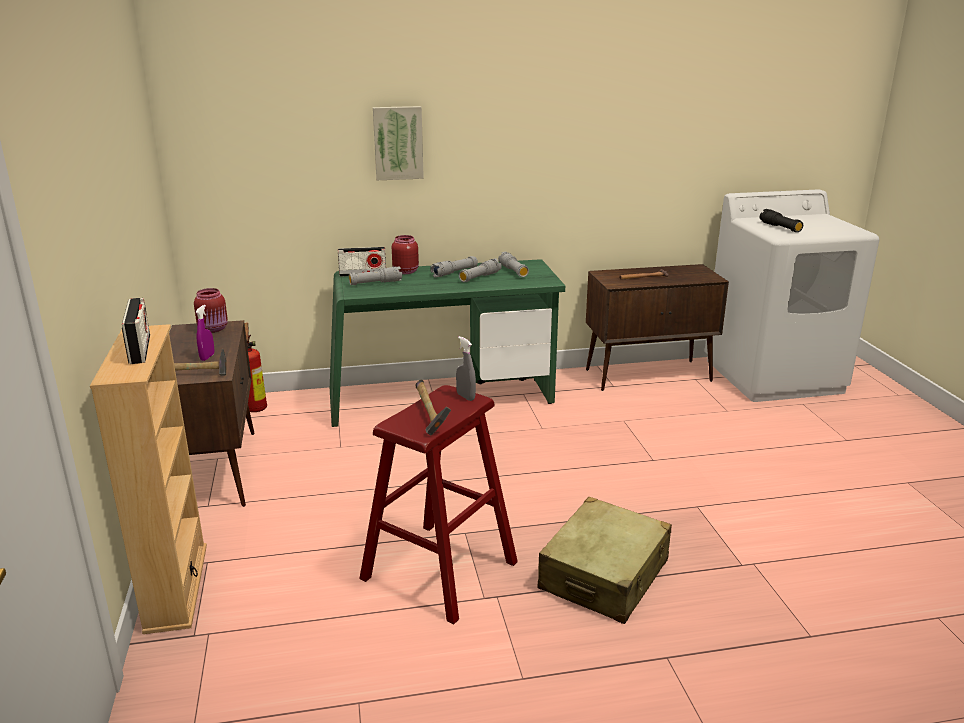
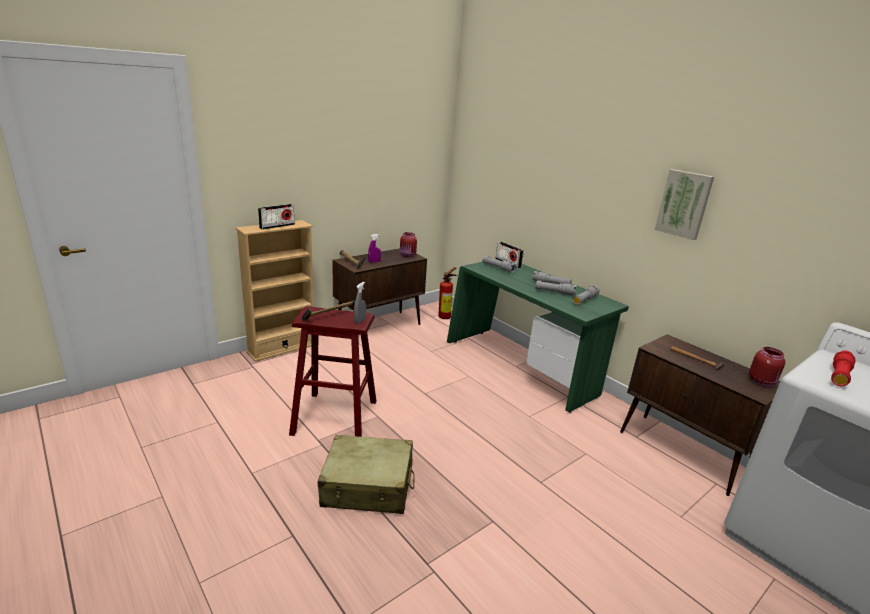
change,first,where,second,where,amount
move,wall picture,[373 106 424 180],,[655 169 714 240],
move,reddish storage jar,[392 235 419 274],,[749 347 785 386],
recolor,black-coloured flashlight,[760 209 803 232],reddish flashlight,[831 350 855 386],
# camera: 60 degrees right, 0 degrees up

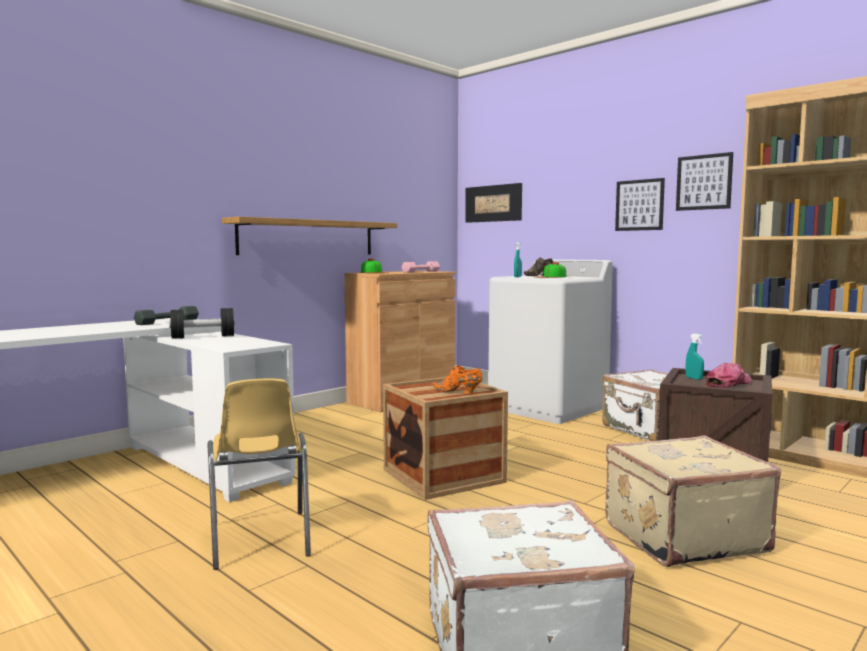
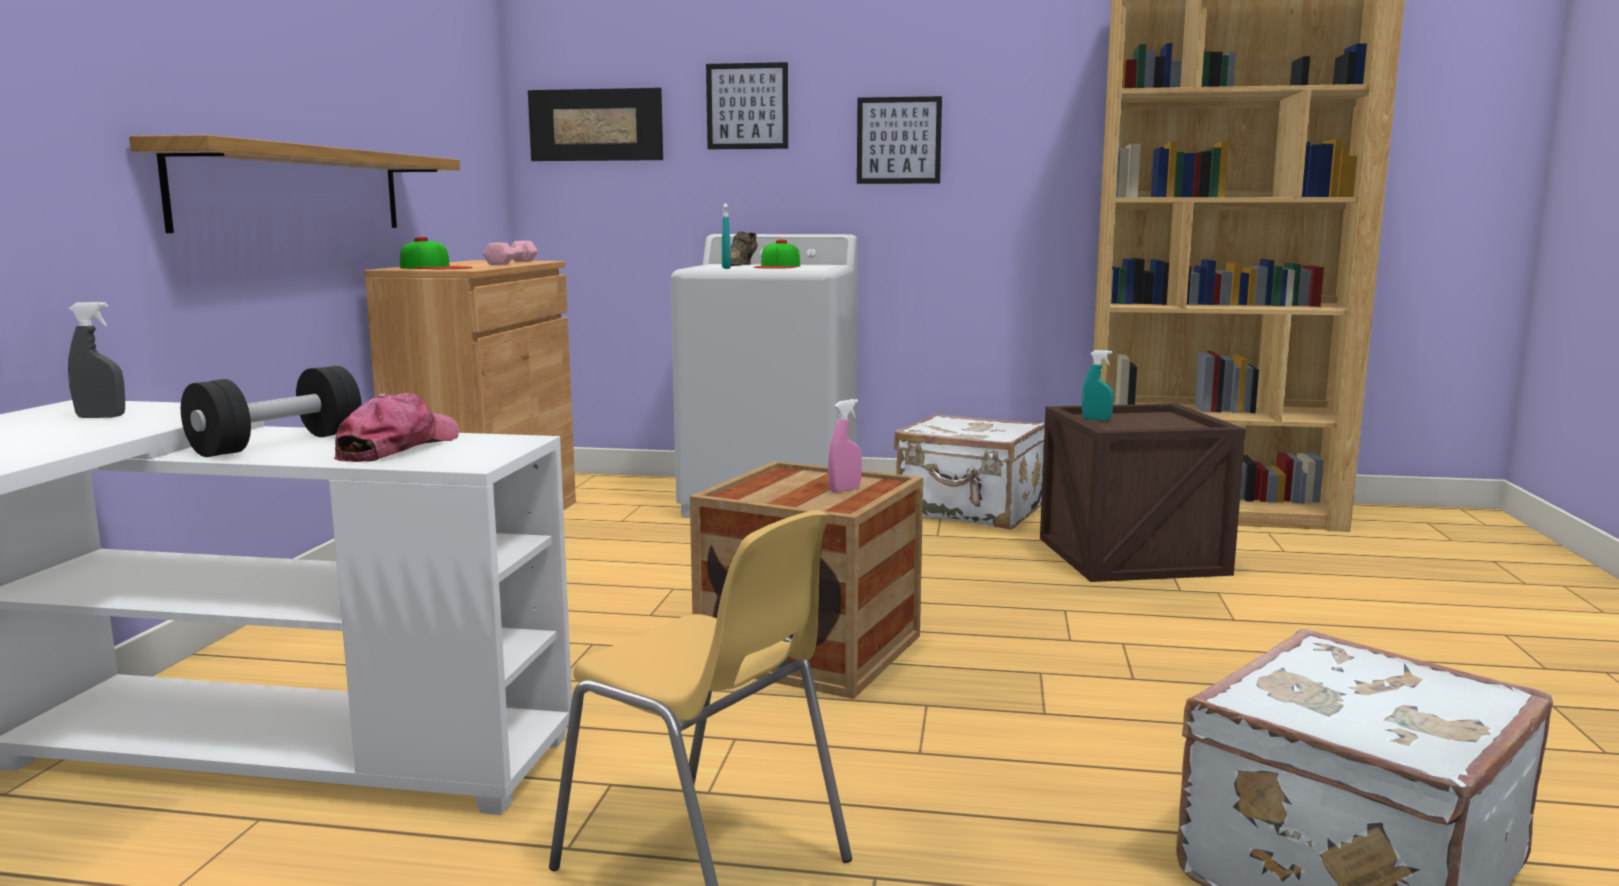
change,first,where,second,where,amount
replace,gray dumbbell,[134 306 199 325],gray sprayer,[68 302 125 418],
replace,orange item of footwear,[431 365 482 394],pink sprayer,[828 399 862 493],
delete,sand-coloured travel case,[605 435 781 567],,,
move,wall picture,[676 152 733 211],,[706 62 788 149],
move,peaked cap,[706 363 752 388],,[334 393 459 462],
# camera: 35 degrees left, 5 degrees up

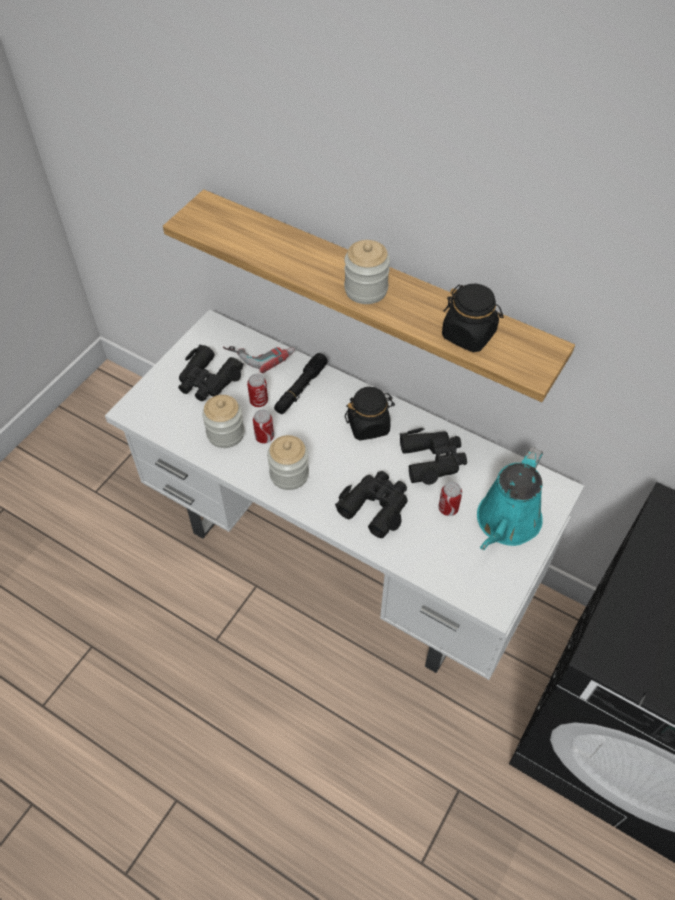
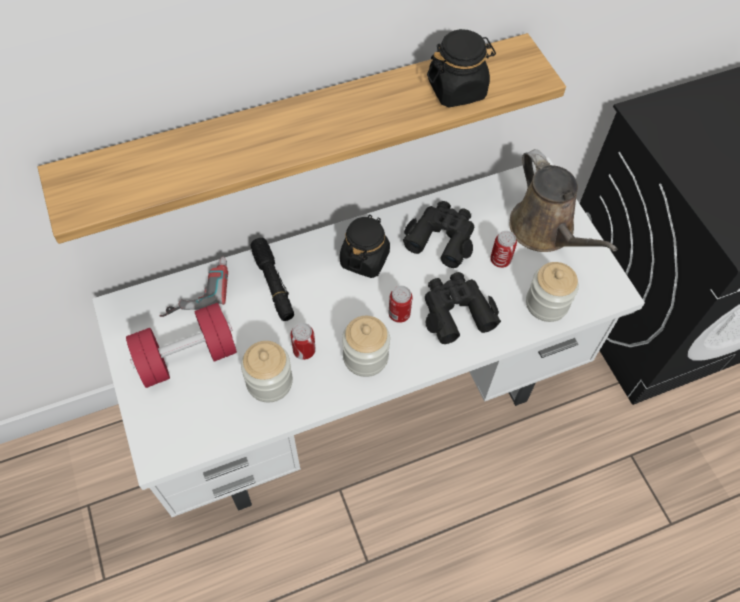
change,first,where,second,where,amount
replace,black-coloured binoculars,[178 345 244 401],reddish dumbbell,[126 303 237 388],
move,sealed can,[247 374 268 407],,[388 286 413 323],
move,storage jar,[344 240 390 304],,[526 262 579 322],
recolor,turquoise sprinkling can,[477 447 543 550],brown-coloured sprinkling can,[509 149 617 252],
# camera: 55 degrees left, 5 degrees up

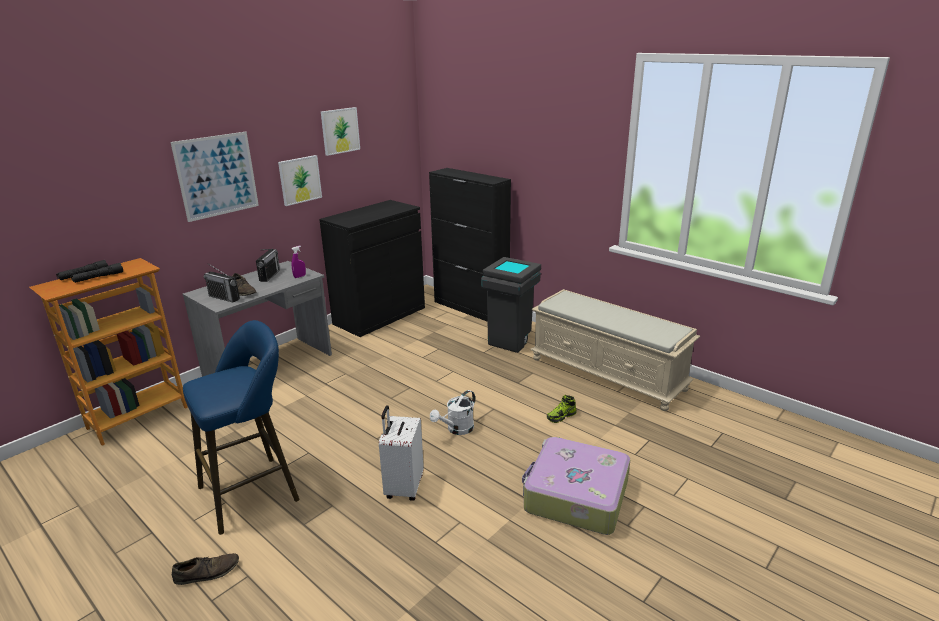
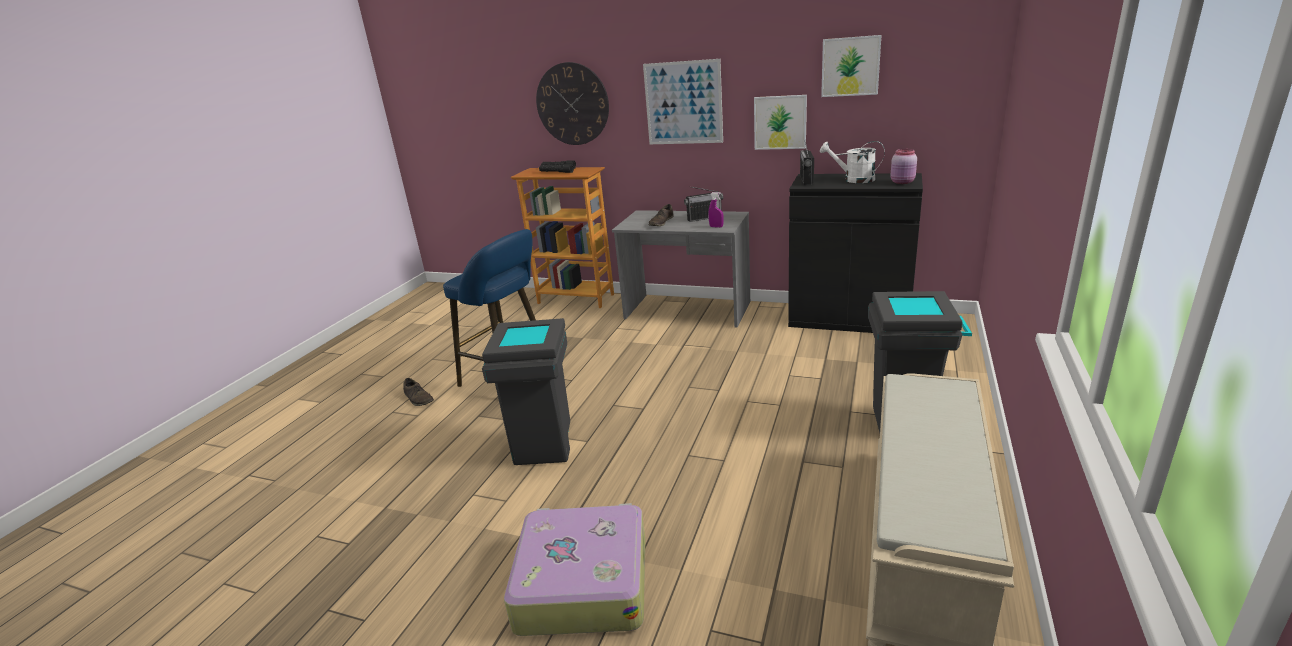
change,first,where,second,where,amount
move,radio set,[204 263 240 303],,[800 141 814 185],
replace,whitish travel case,[379 405 424 501],gray rubbish bin,[482 318 570 465],
delete,black-coloured cupboard,[429 168 511 322],,,
move,whitish sprinkling can,[430 390 475 435],,[820 141 885 183],
delete,item of footwear,[547 395 577 423],,,
insert,,,wall clock,[536 62 609 145],
insert,,,pink storage jar,[890 149 917 184],
# camera: 70 degrees right, 0 degrees up

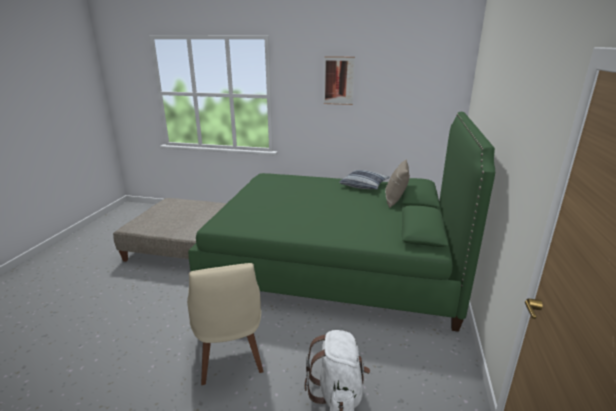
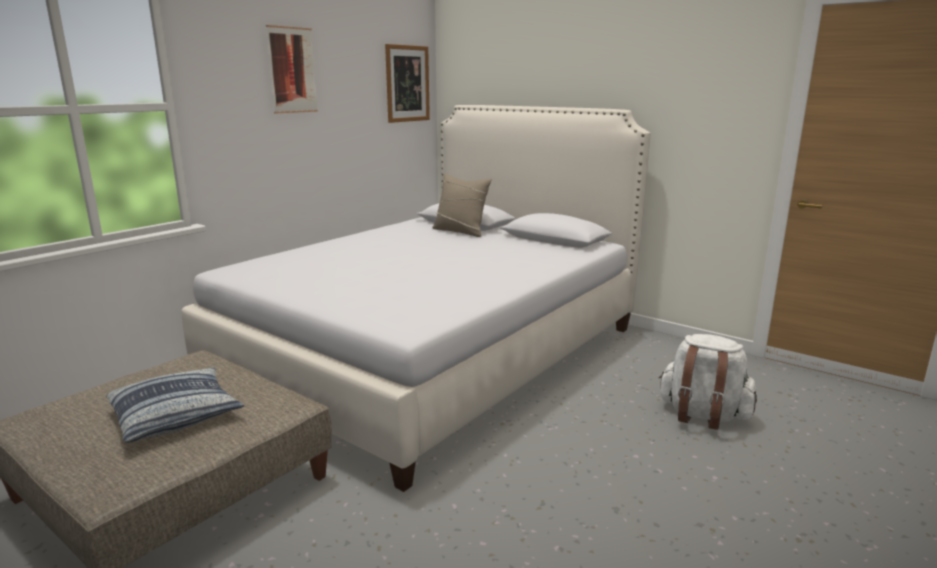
change,first,where,second,where,amount
delete,sand-coloured chair,[187 263 263 385],,,
recolor,green-coloured sleeping bed,[188 112 495 332],whitish sleeping bed,[182 105 650 492],
move,throw pillow,[339 170 390 189],,[106 367 244 443],
insert,,,wall picture,[385 44 430 123],
# camera: 65 degrees left, 5 degrees down

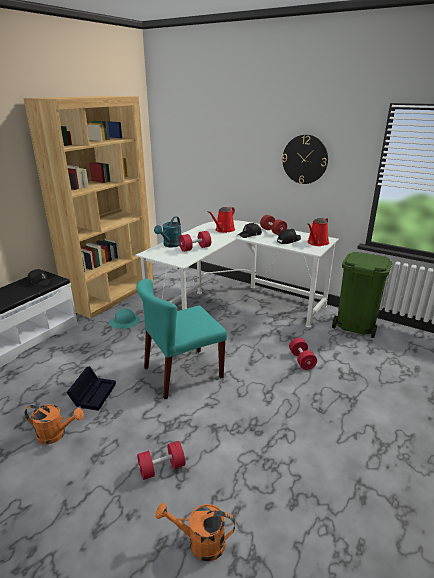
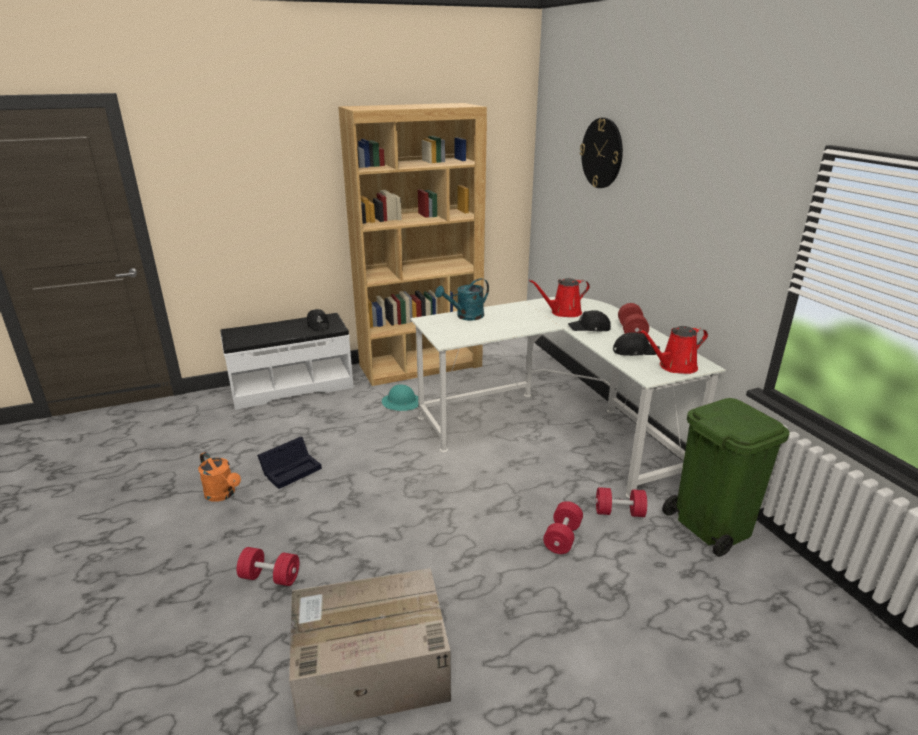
change,first,where,second,where,amount
delete,turquoise chair,[136 279 227 399],,,
delete,orange sprinkling can,[156 502 235 561],,,
move,reddish dumbbell,[179 231 211 252],,[596 487 647 517],
move,wall clock,[282 135 328 184],,[580 118 623 188],
insert,,,packing box,[289 568 451 732],
# camera: 35 degrees right, 0 degrees up

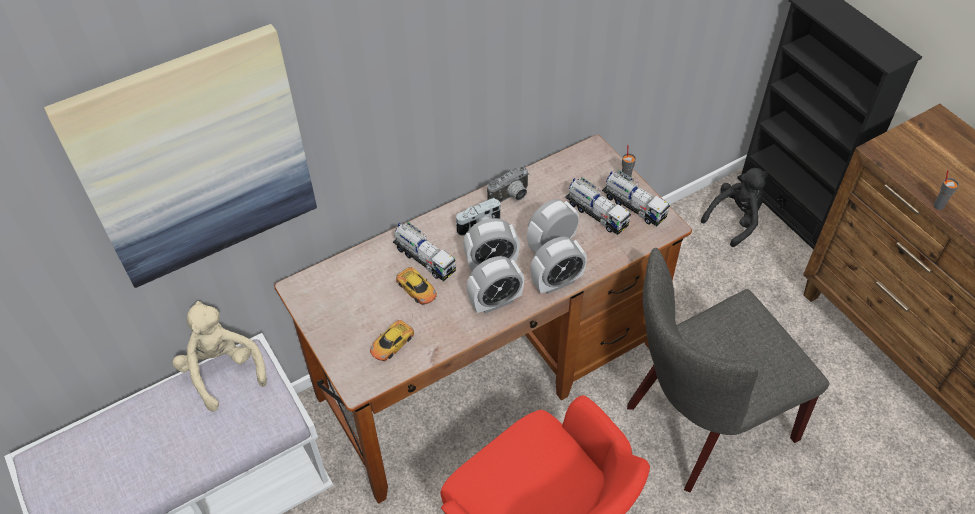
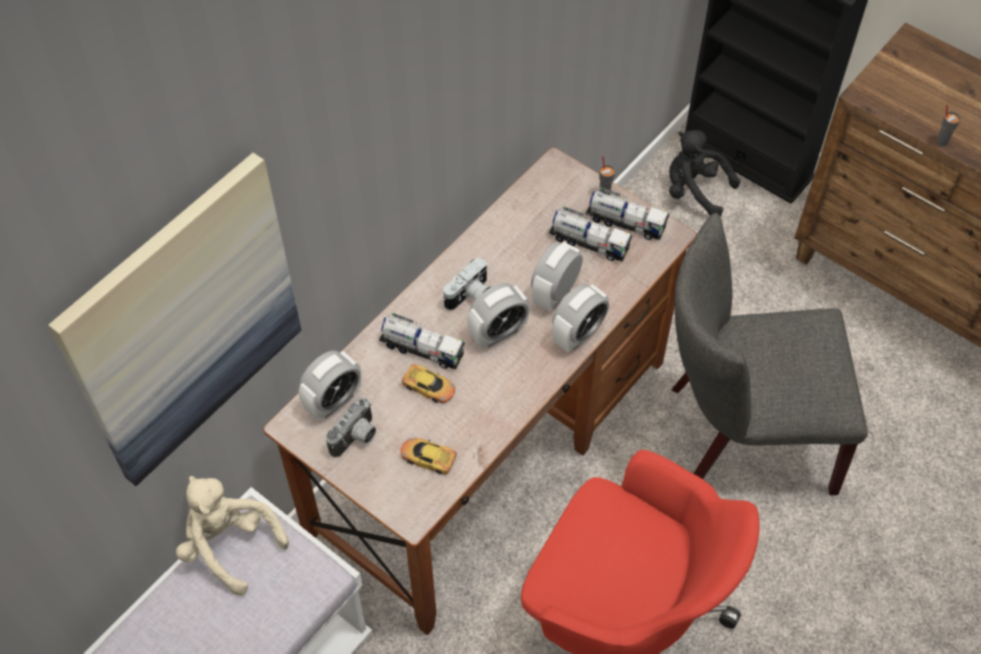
change,first,where,second,where,amount
rotate,miniature car,[370 320 414 361],,[401 438 457 475],90 degrees clockwise
move,bedside clock,[467 256 524 314],,[299 351 362 421],
move,photo camera,[487 167 529 203],,[326 398 376 458],
rotate,gray chair,[627 248 829 493],,[672 213 868 495],45 degrees clockwise
rotate,black-coloured soft toy,[701 168 768 247],,[669 130 740 217],90 degrees counterclockwise
# camera: 20 degrees left, 5 degrees up

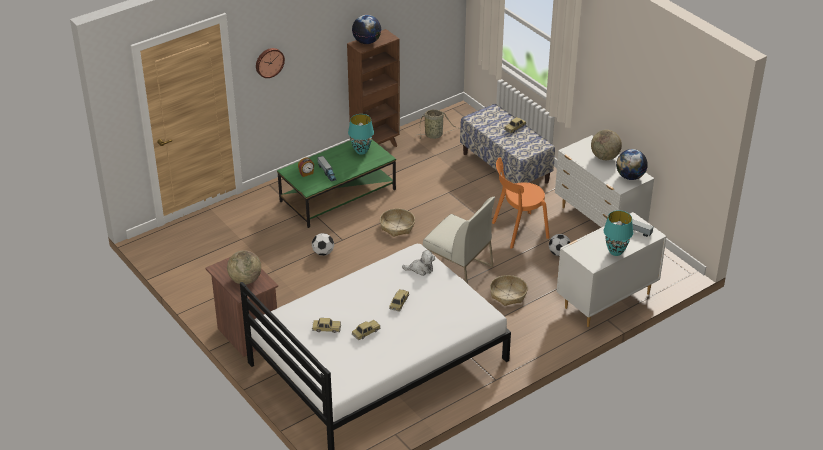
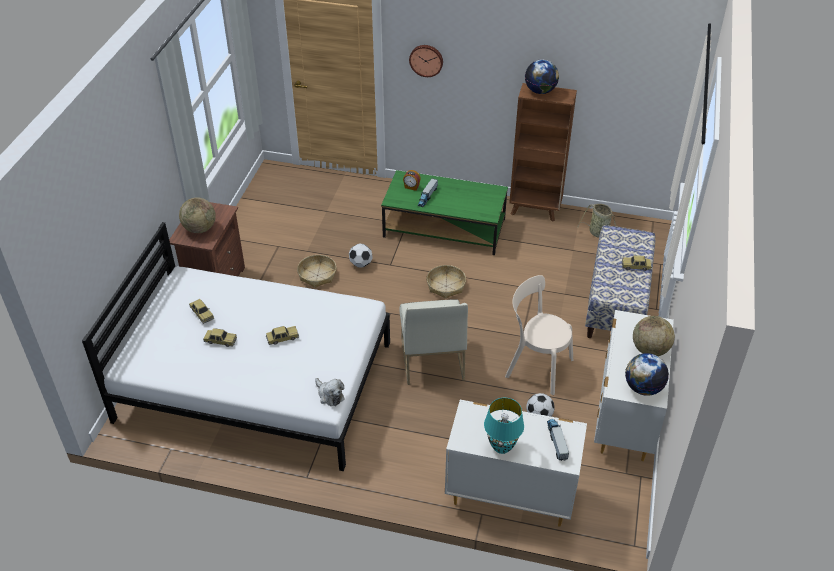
change,first,where,second,where,amount
delete,turquoise table lamp,[348 114 374 155],,,
move,soft toy,[402 250 435 276],,[315 378 345 406],
move,basket,[490 275 528 306],,[297 255 336 288],
recolor,orange chair,[492 157 550 249],sand-coloured chair,[505 275 573 395],
# camera: 50 degrees right, 5 degrees up

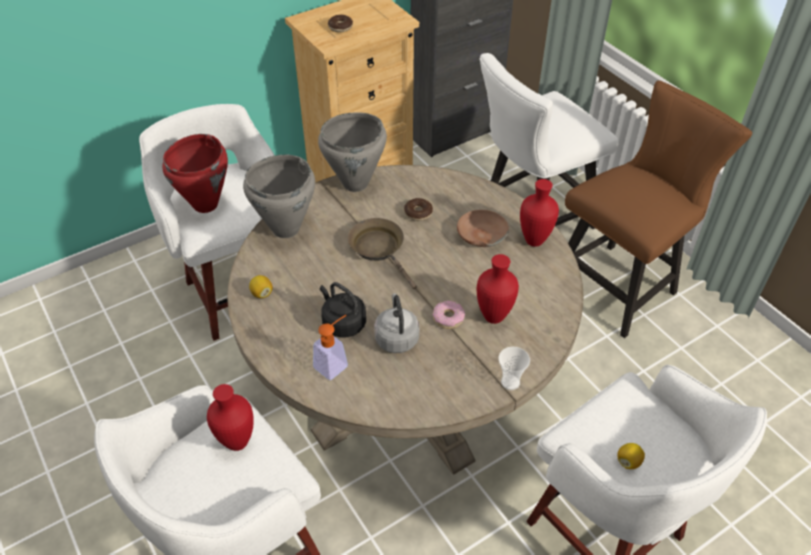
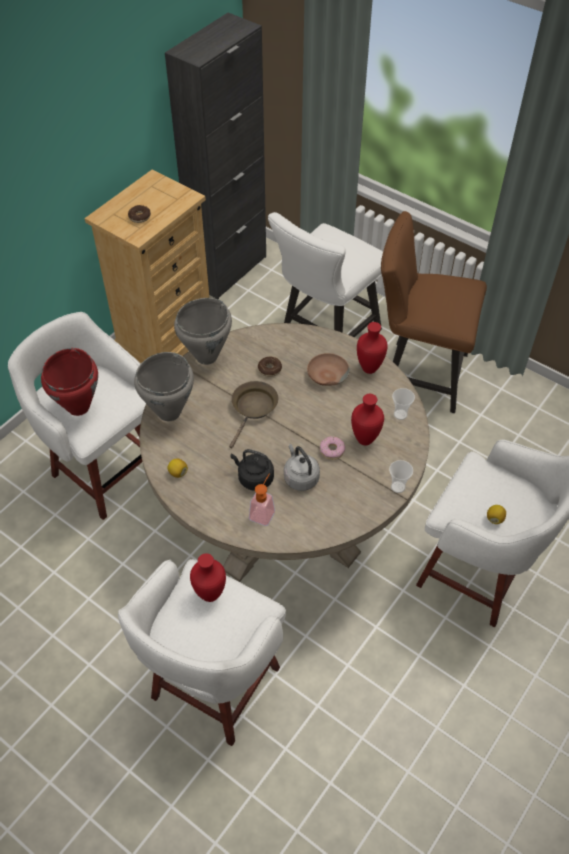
change,first,where,second,where,amount
rotate,brown-coloured pan,[348 218 417 289],,[229 381 278 448],75 degrees clockwise
rotate,brown-coloured chair,[565 80 752 338],,[381 211 487 413],105 degrees counterclockwise
insert,,,small cup,[392 388 415 420],
# camera: 20 degrees left, 5 degrees up

